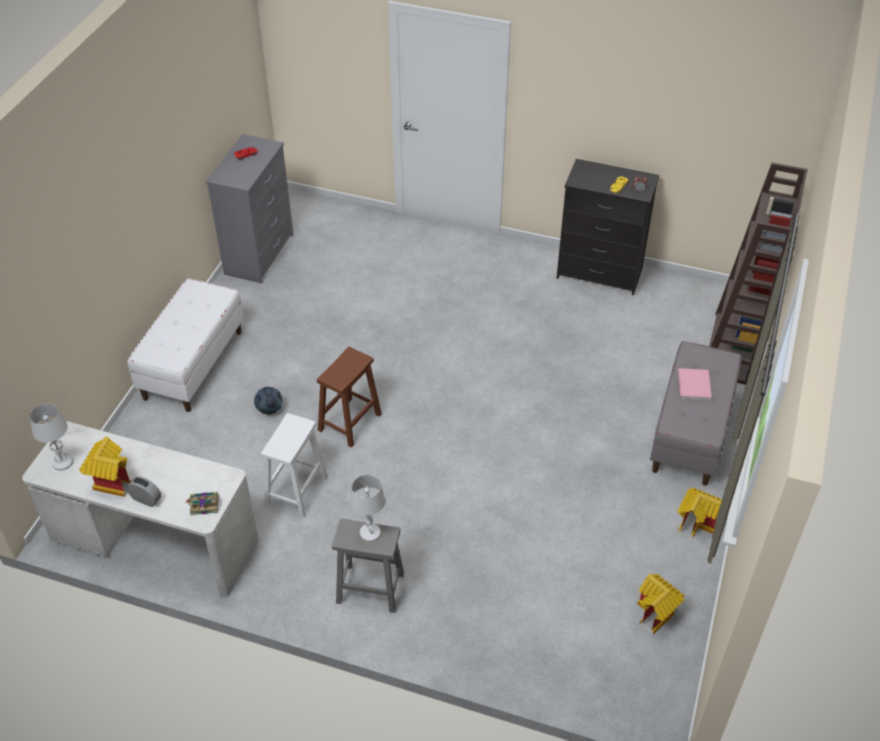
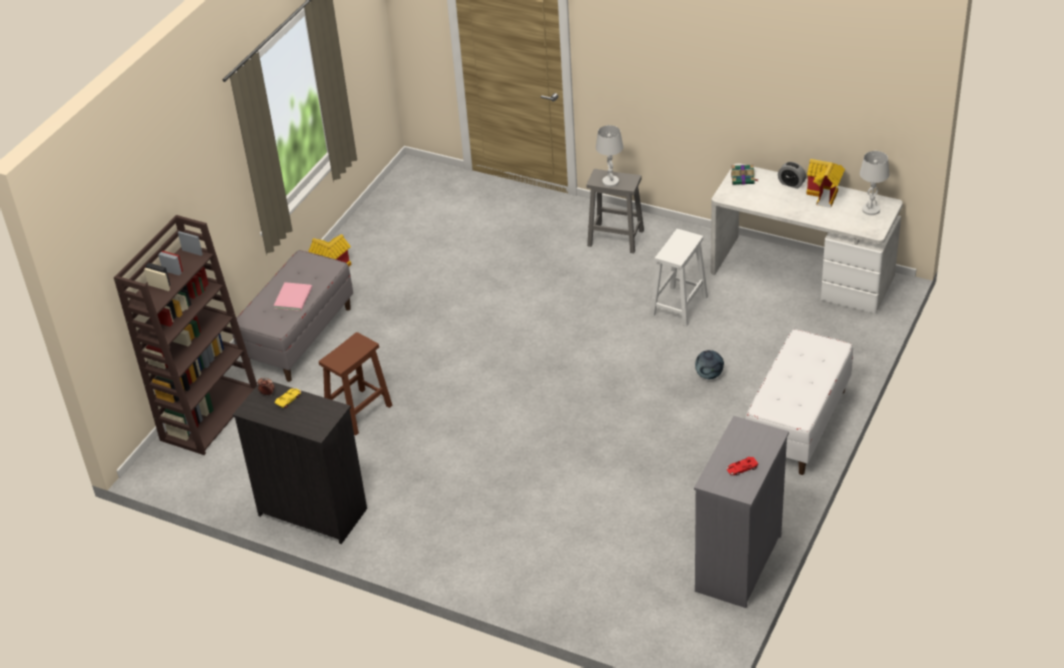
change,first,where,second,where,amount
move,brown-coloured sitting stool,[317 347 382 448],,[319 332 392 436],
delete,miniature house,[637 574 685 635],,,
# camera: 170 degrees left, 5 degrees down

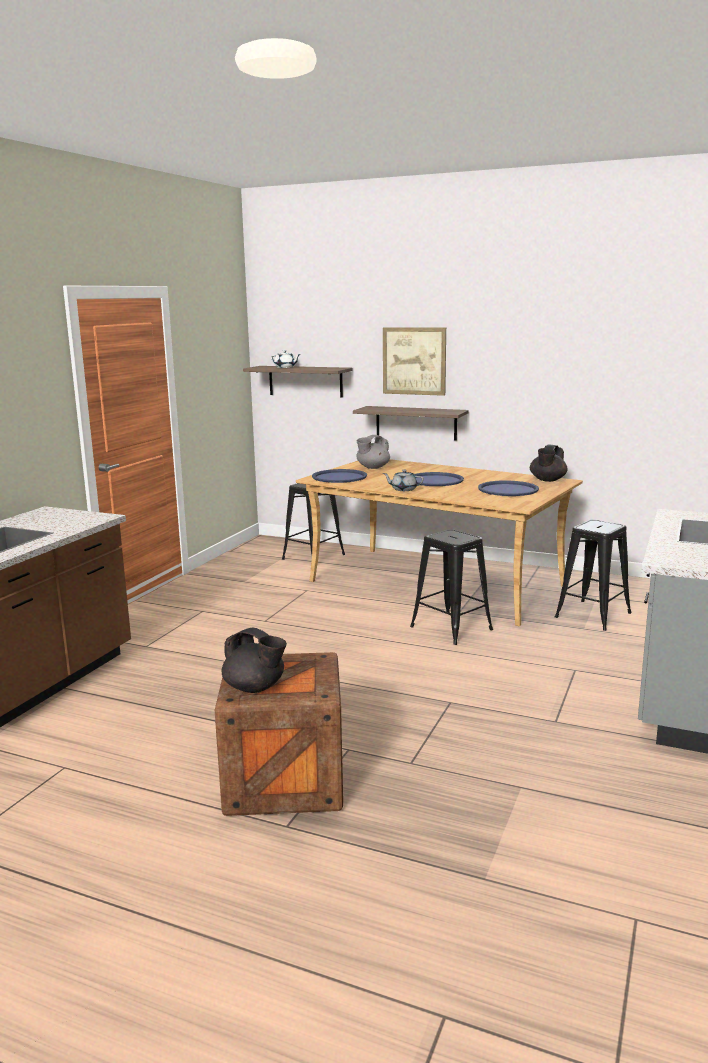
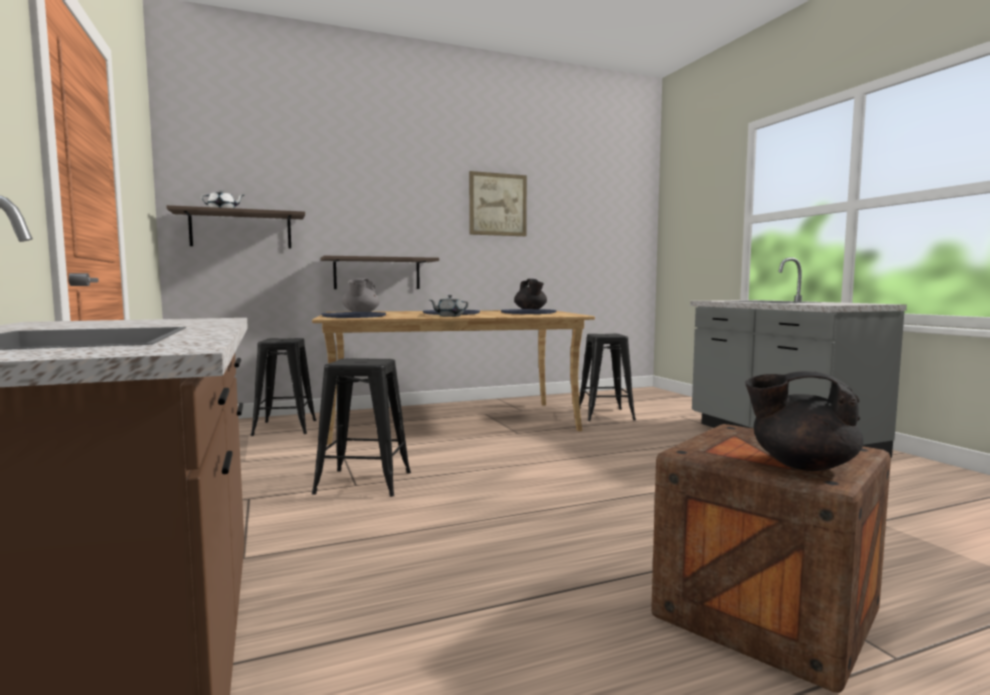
change,first,where,second,where,amount
rotate,black-coloured tea pot,[222 628 287 693],,[745 371 863 471],150 degrees counterclockwise
move,wall picture,[383 327 446 396],,[469 171 527 236],
move,black-coloured sitting stool,[410 529 493 645],,[311 358 411 497],
# camera: 45 degrees left, 10 degrees down

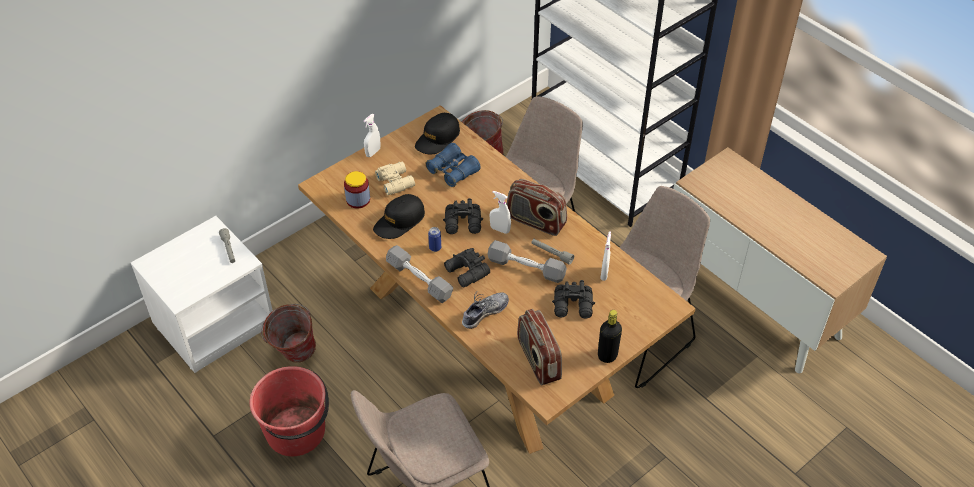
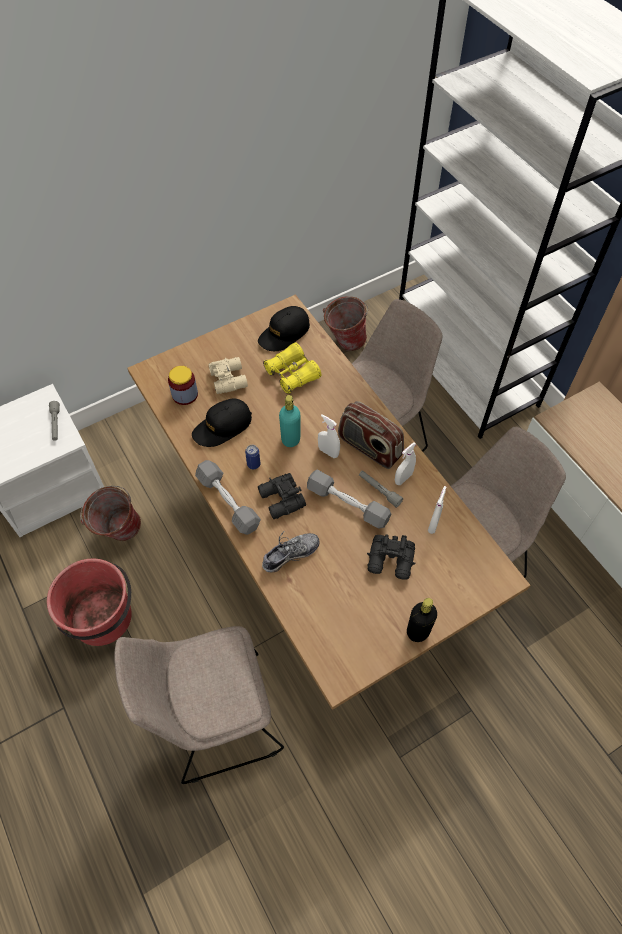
change,first,where,second,where,amount
move,whitish sprayer,[364 114 381 157],,[395 442 416 485],
recolor,bluish binoculars,[426 143 481 187],yellow binoculars,[263 342 321 394],
replace,black-coloured binoculars,[443 198 483 234],turquoise beverage bottle,[279 395 300 447],
delete,radio set,[517 309 562 386],,,
# camera: 10 degrees right, 10 degrees up

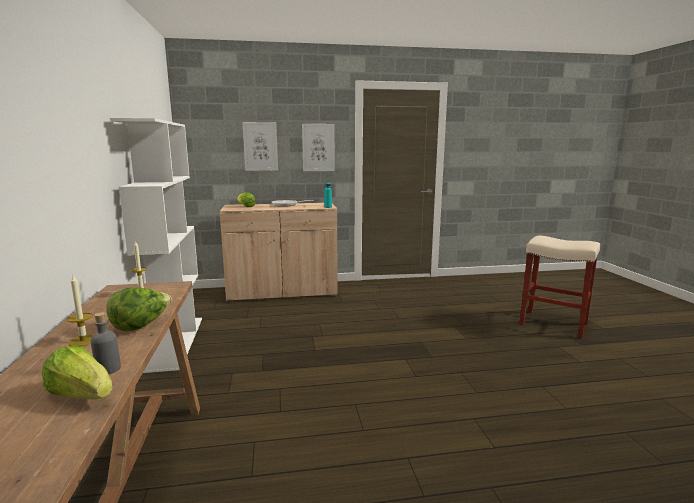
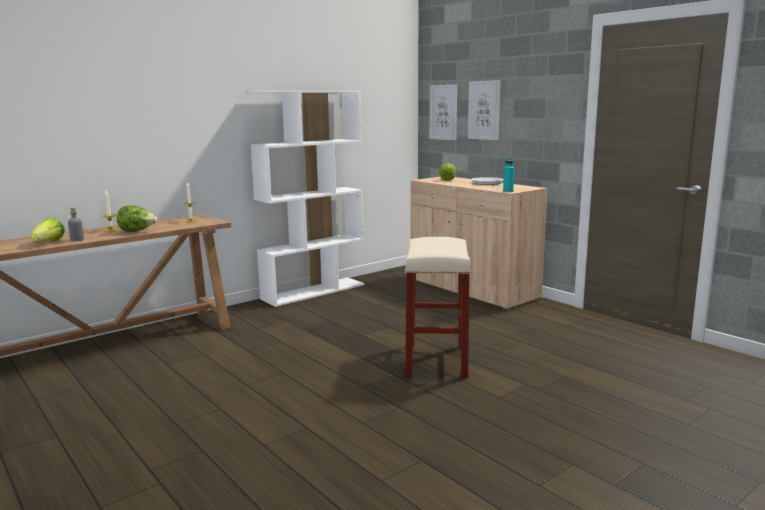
change,first,where,second,where,amount
move,wall picture,[302 124 335 171],,[429 85 457 140],
move,sand-coloured sitting stool,[519 236 600 339],,[404 237 471 378],
# camera: 60 degrees right, 0 degrees up

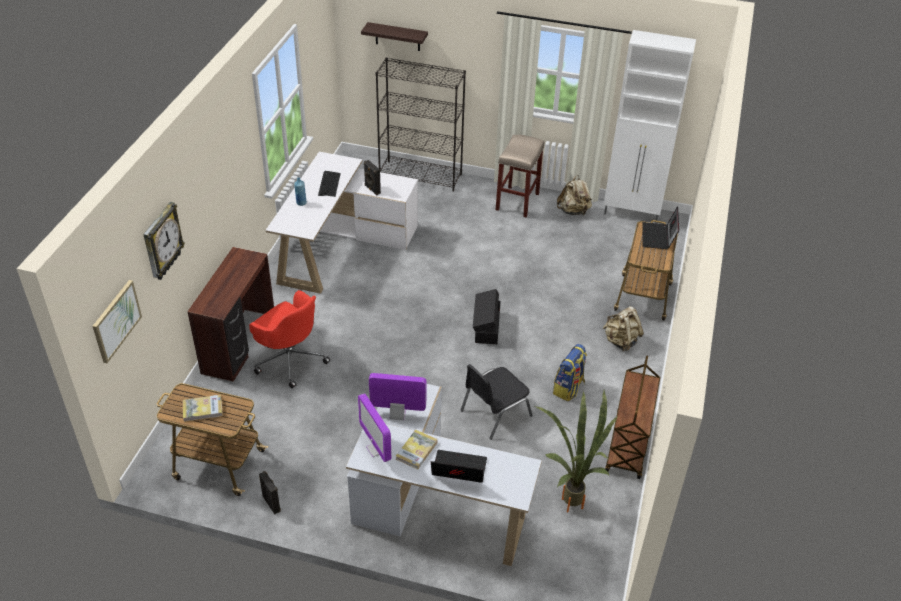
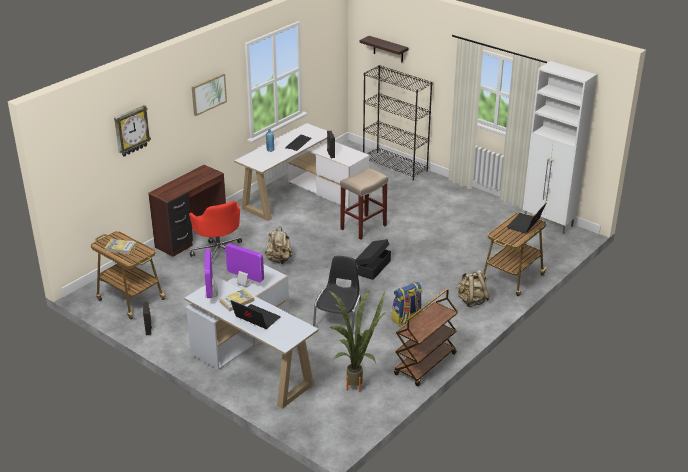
change,first,where,second,where,amount
move,wall picture,[93 280 142 363],,[192 73 227 116],
rotate,black-coloured chair,[461 364 533 440],,[313 256 361 333],120 degrees clockwise
move,sand-coloured sitting stool,[496 134 544 218],,[340 167 388 240],
move,sand-coloured knapsack,[557 175 592 215],,[265 227 292 264],
# camera: 25 degrees right, 10 degrees down

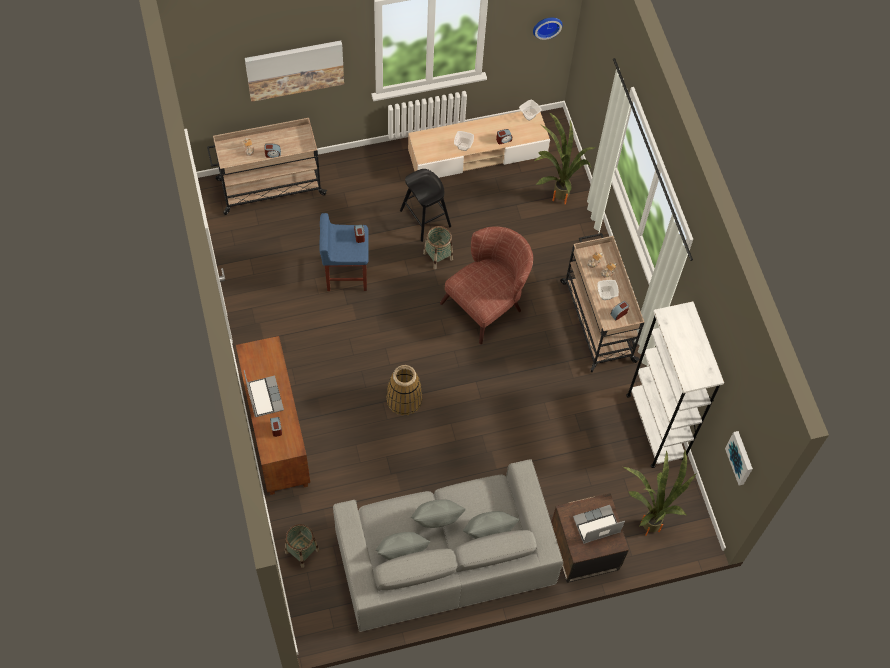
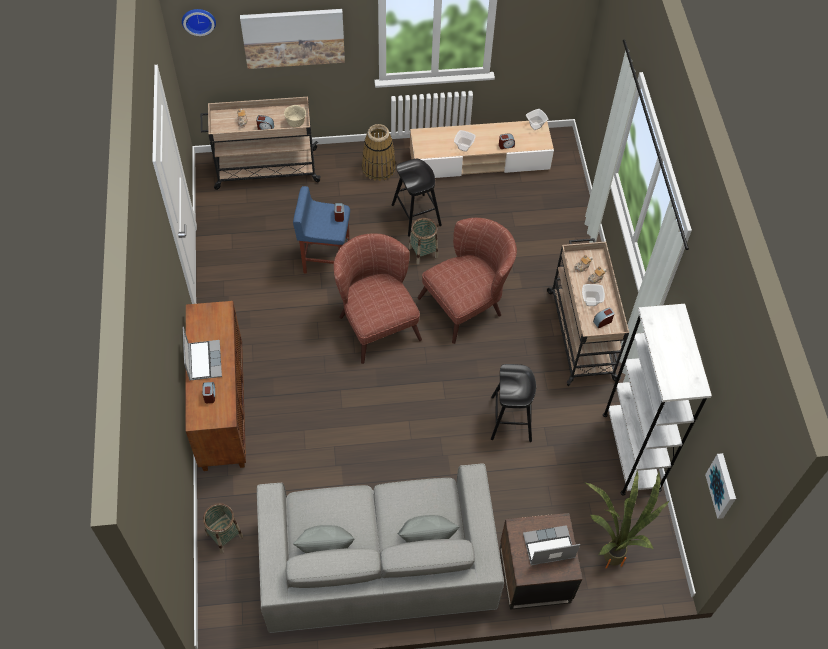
change,first,where,second,where,amount
move,basket,[386 365 422 416],,[362 124 396 181],
delete,gray throw pillow,[411 500 466 528],,,
move,wall clock,[533 17 563 40],,[182 9 216 36],
delete,potted plant,[535 112 597 204],,,
insert,,,sand-coloured serving bowl,[284 105 306 127],
insert,,,brown-coloured easy chair,[334 233 422 364],
insert,,,black-coloured sitting stool,[491 364 536 442],
# camera: 10 degrees right, 5 degrees down

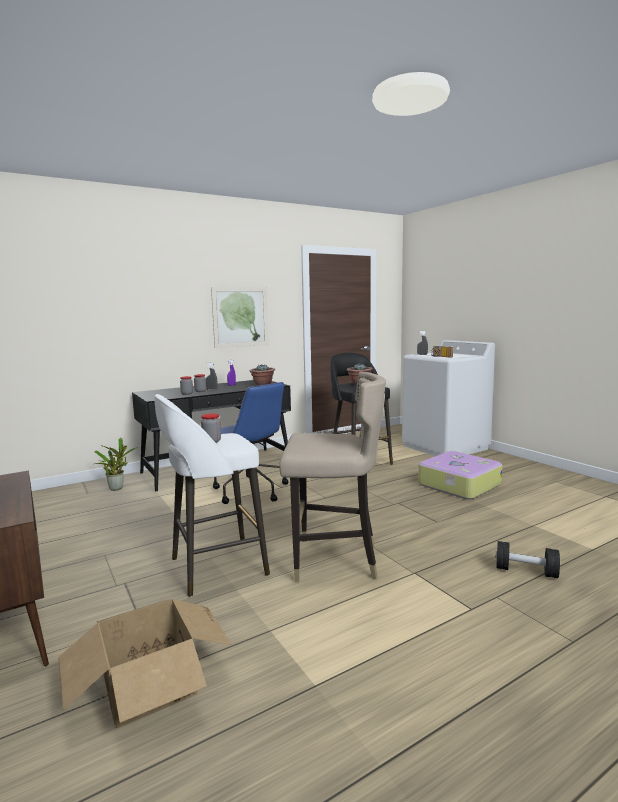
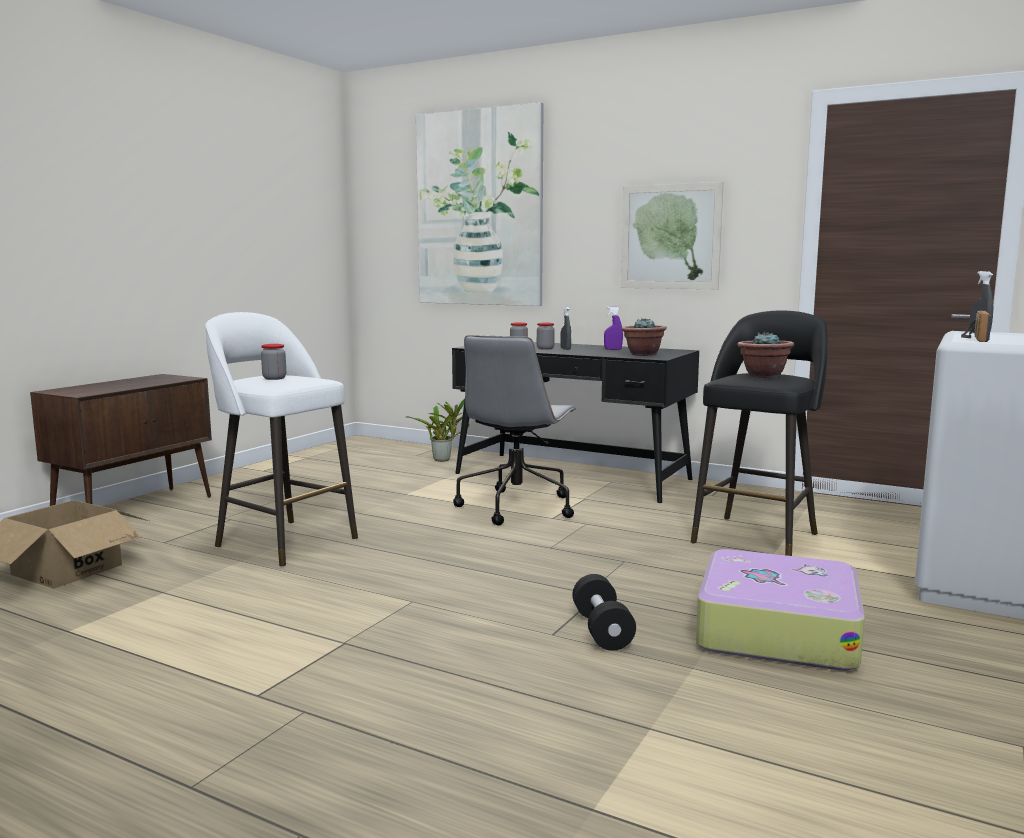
change,first,where,second,where,amount
recolor,bluish office chair,[213 382 288 504],gray office chair,[453 335 576 525],
delete,sand-coloured sitting stool,[279 372 386 582],,,
move,black-coloured dumbbell,[496 541 560 578],,[572 574 636 651],
insert,,,wall picture,[416 102 544 306],
# camera: 60 degrees right, 0 degrees up

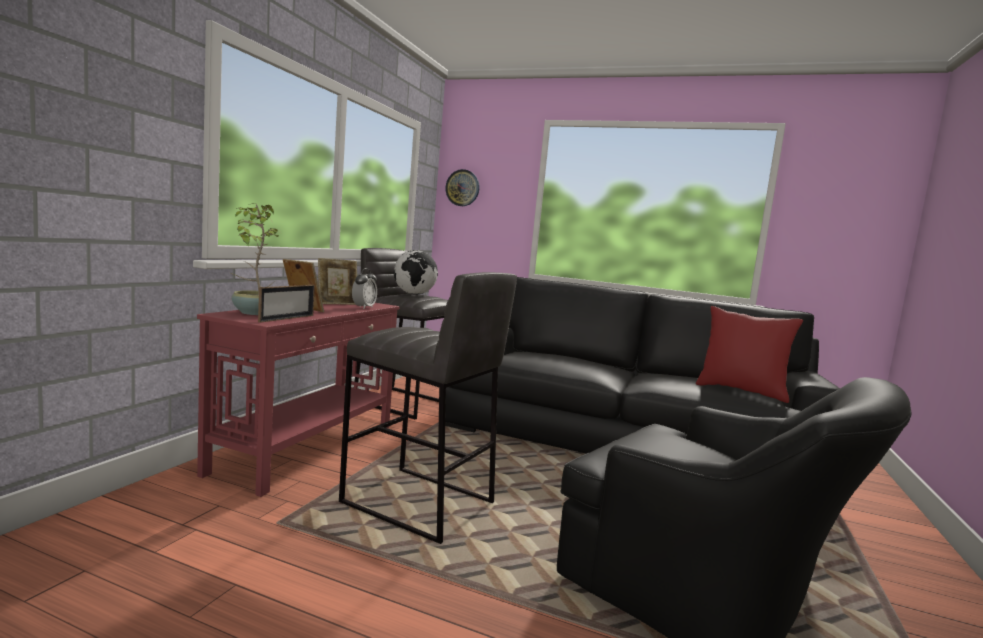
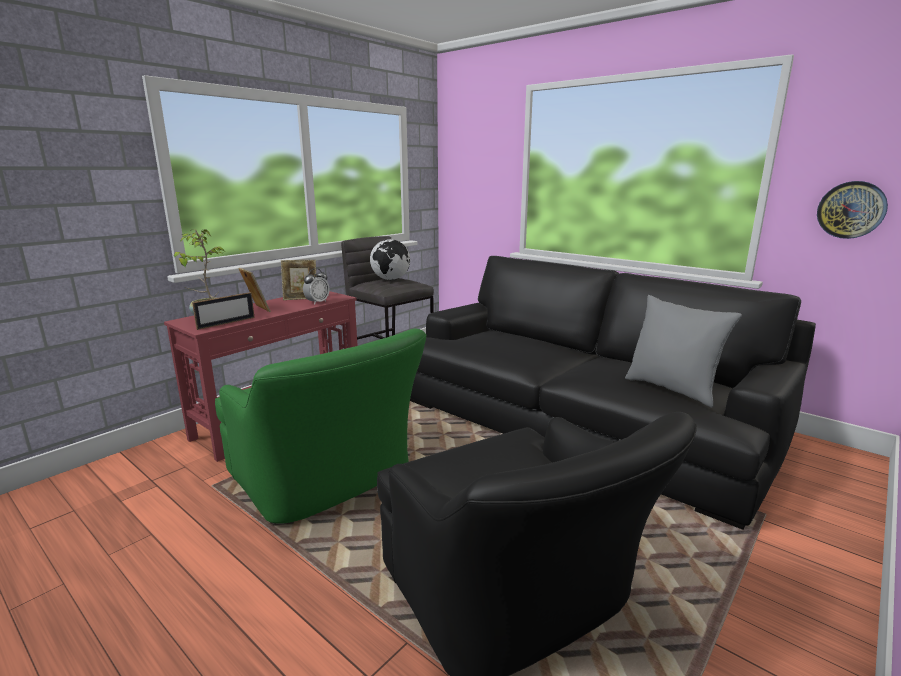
change,first,where,second,where,amount
replace,gray sitting stool,[339 272 517 544],green-coloured easy chair,[215 329 426 524],
move,wall clock,[446 169 479 206],,[817 181 888 239],
recolor,reddish throw pillow,[696 306 803 403],gray throw pillow,[625 295 742 408],
# camera: 20 degrees right, 10 degrees up

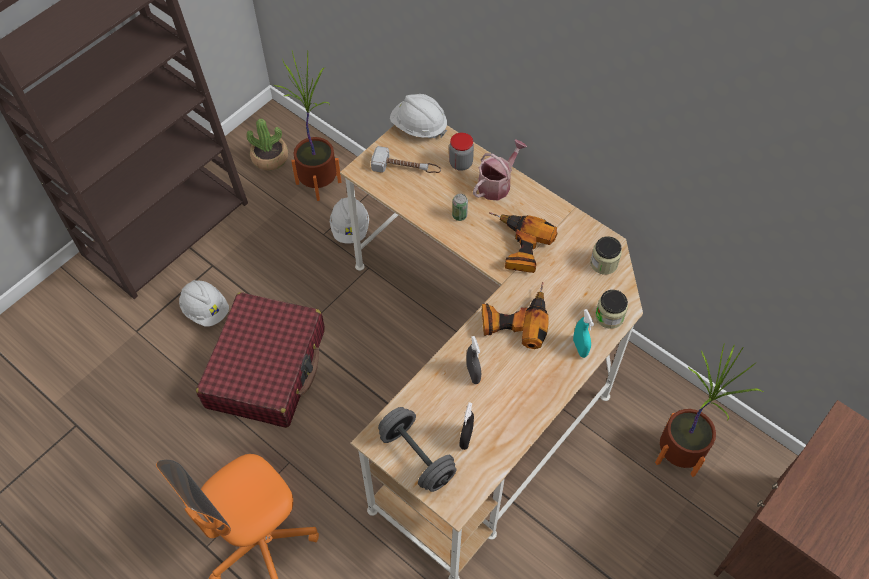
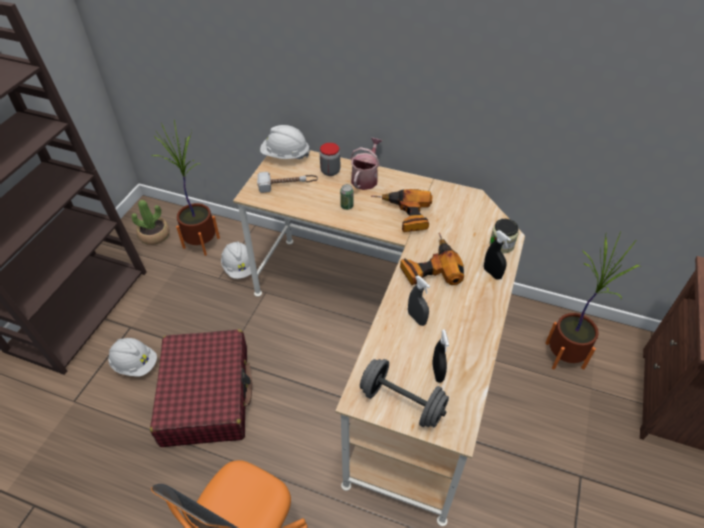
change,first,where,second,where,amount
recolor,turquoise sprayer,[573 309 594 358],black-coloured sprayer,[484 230 511 280],
delete,storage jar,[590 236 622 275],,,
# camera: 20 degrees left, 10 degrees down

